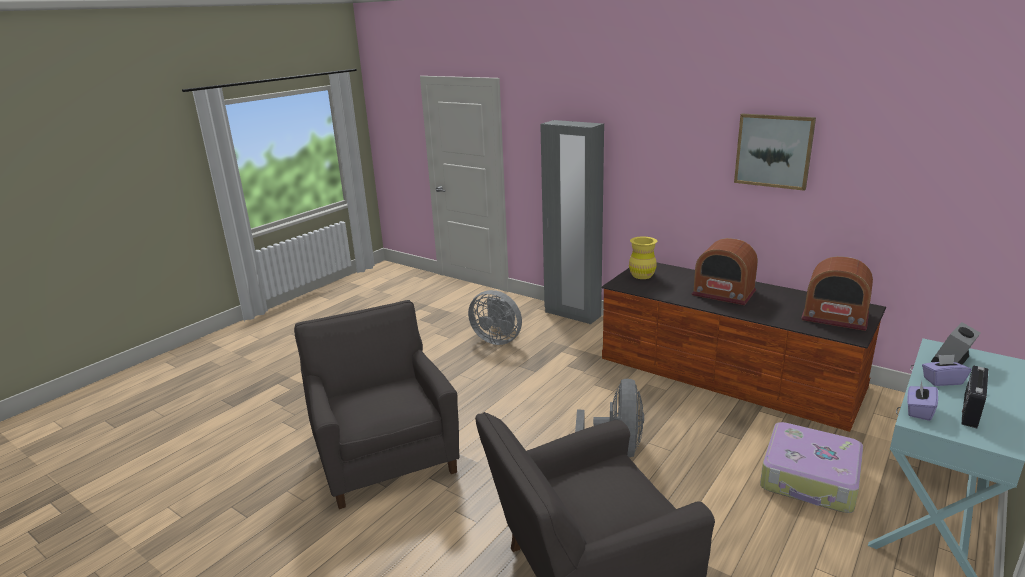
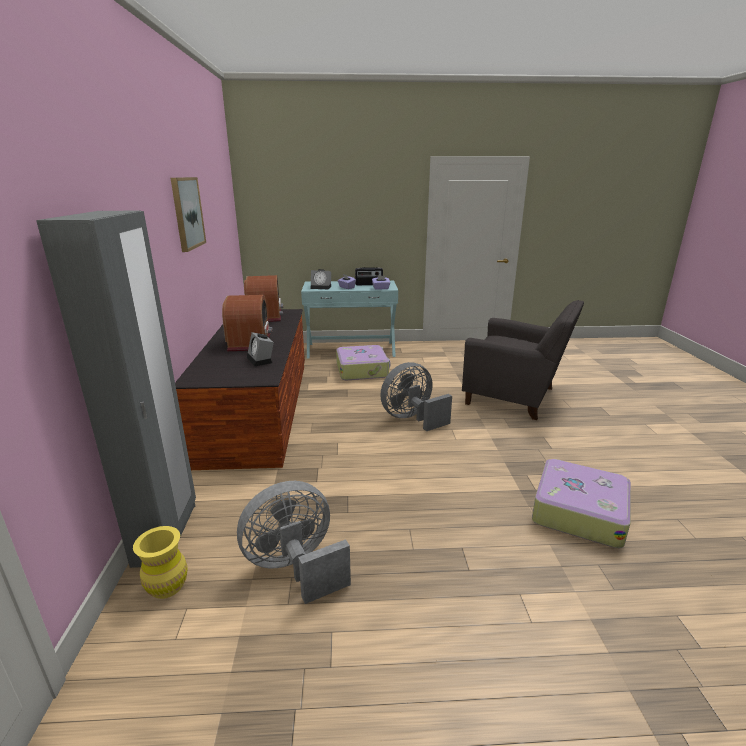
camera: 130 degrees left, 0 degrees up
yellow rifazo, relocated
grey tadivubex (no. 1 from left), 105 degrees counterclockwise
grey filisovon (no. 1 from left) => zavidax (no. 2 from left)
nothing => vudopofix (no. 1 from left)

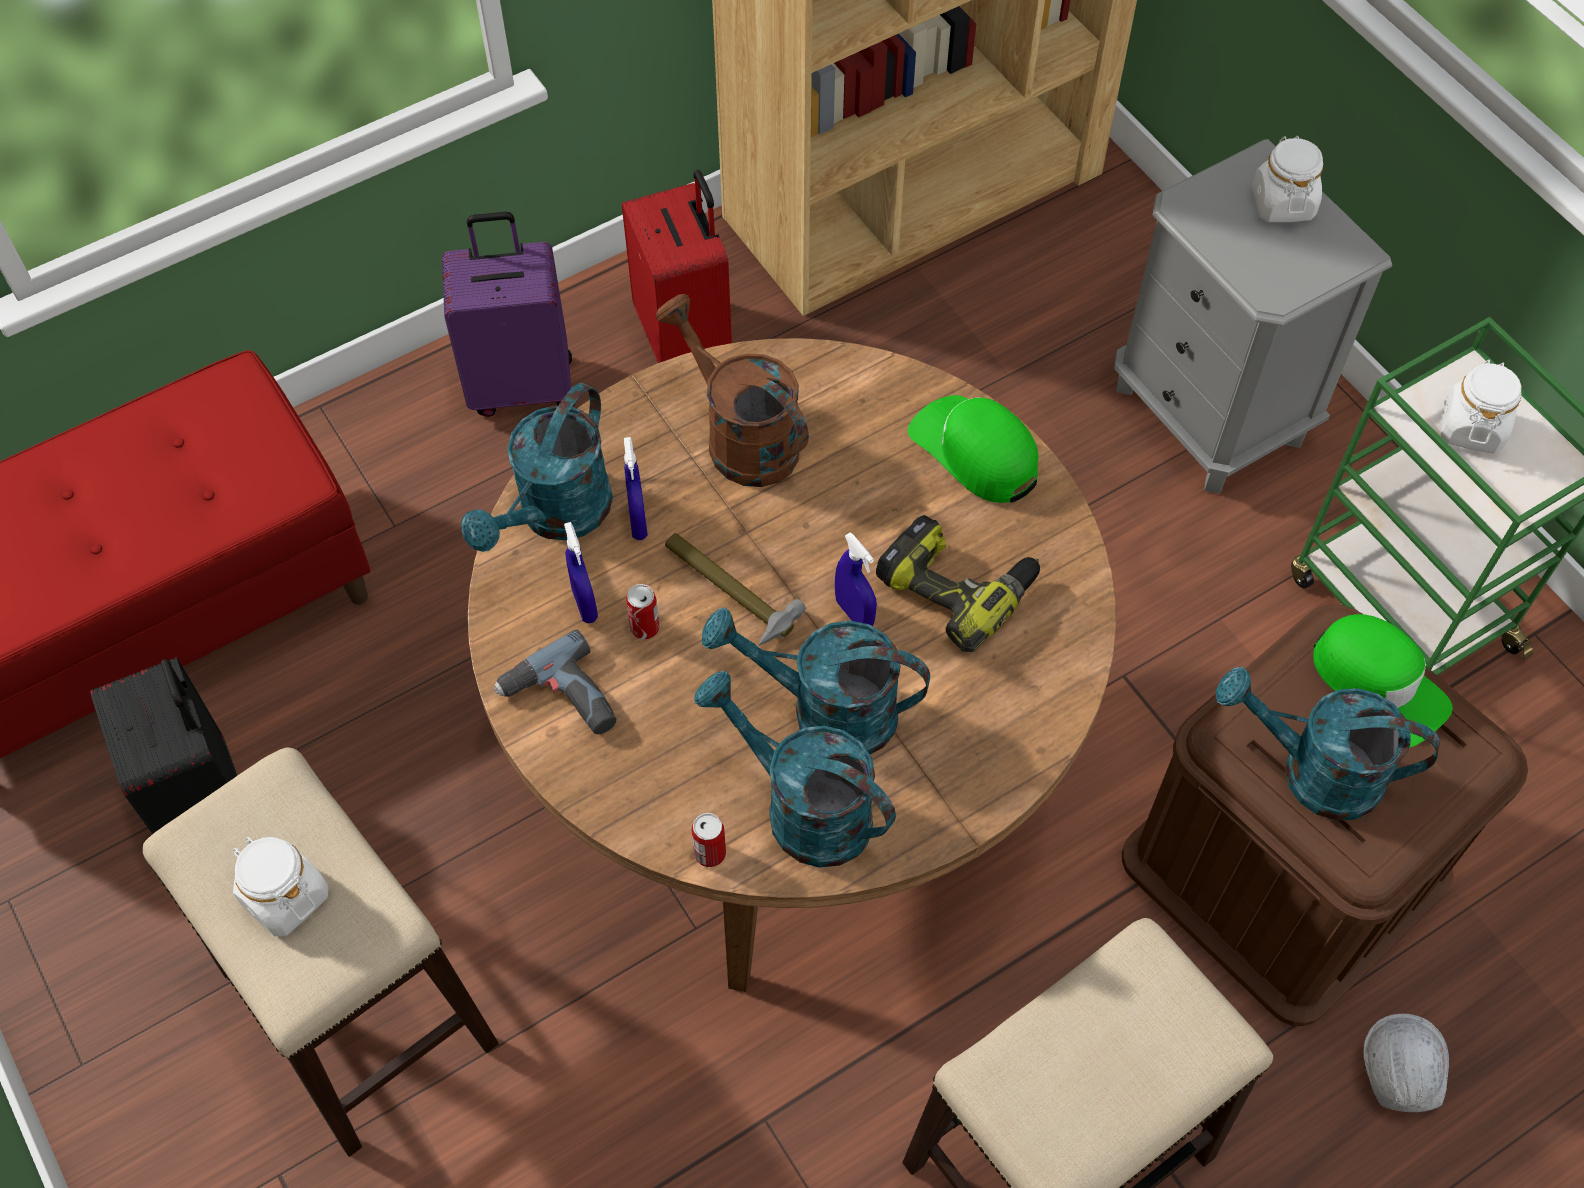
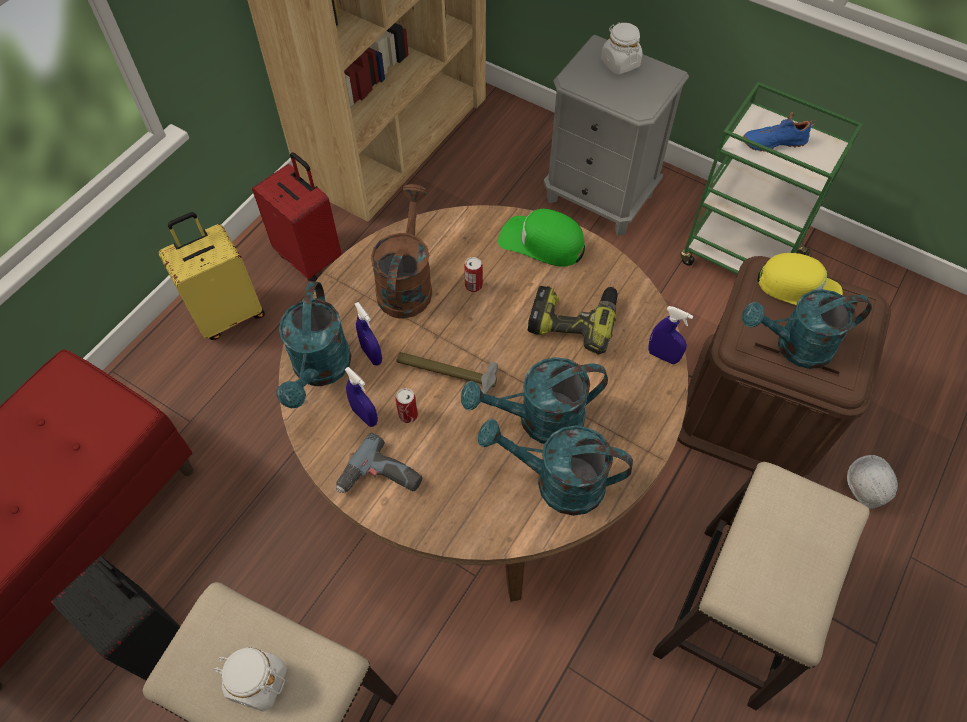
camera: 25 degrees left, 0 degrees up
purple zavidax => yellow zavidax
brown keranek, 75 degrees clockwise
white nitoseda (no. 3 from left) => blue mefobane
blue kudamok (no. 3 from left), relocated
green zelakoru (no. 2 from left) => yellow zelakoru
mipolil (no. 2 from left), relocated

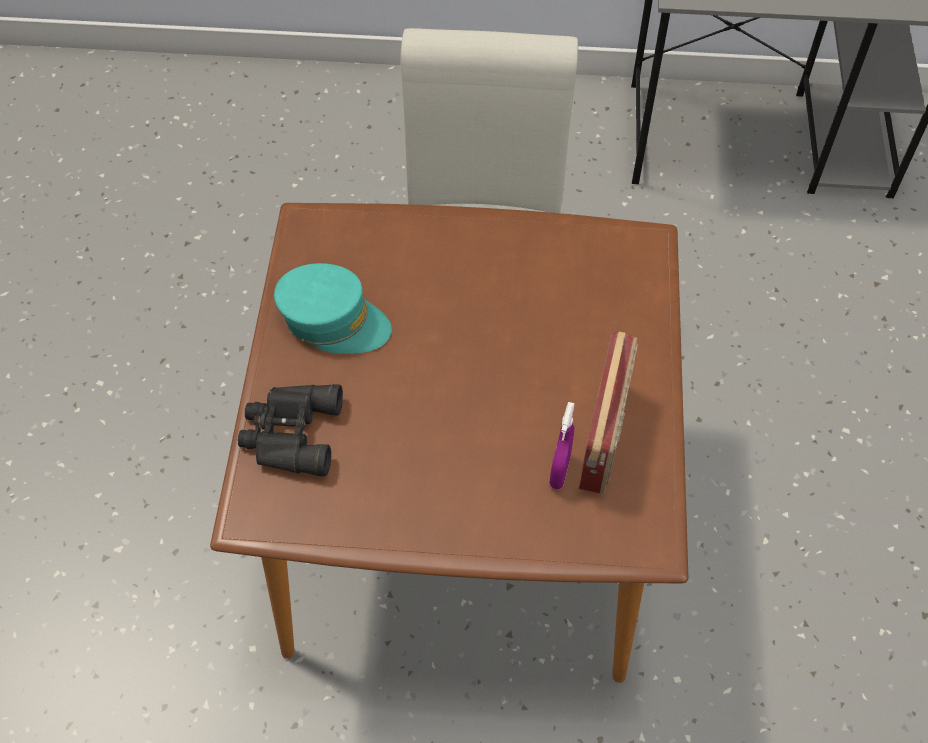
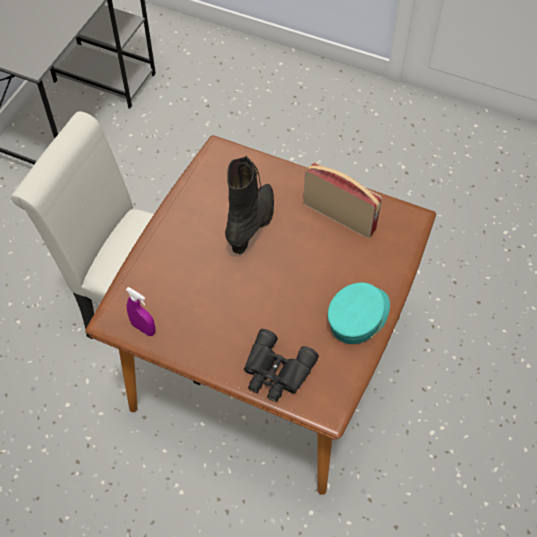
camera: 70 degrees left, 0 degrees up
turquoise zelakoru, relocated
purple kudamok, relocated
nothing => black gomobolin

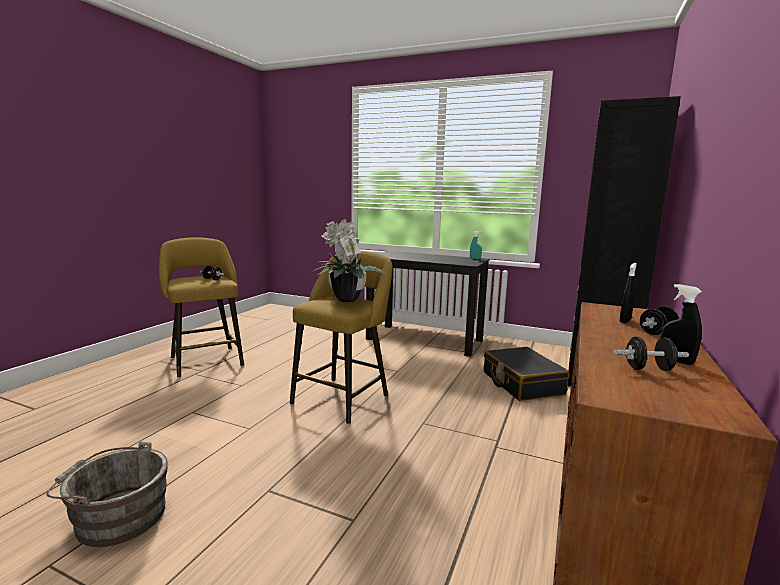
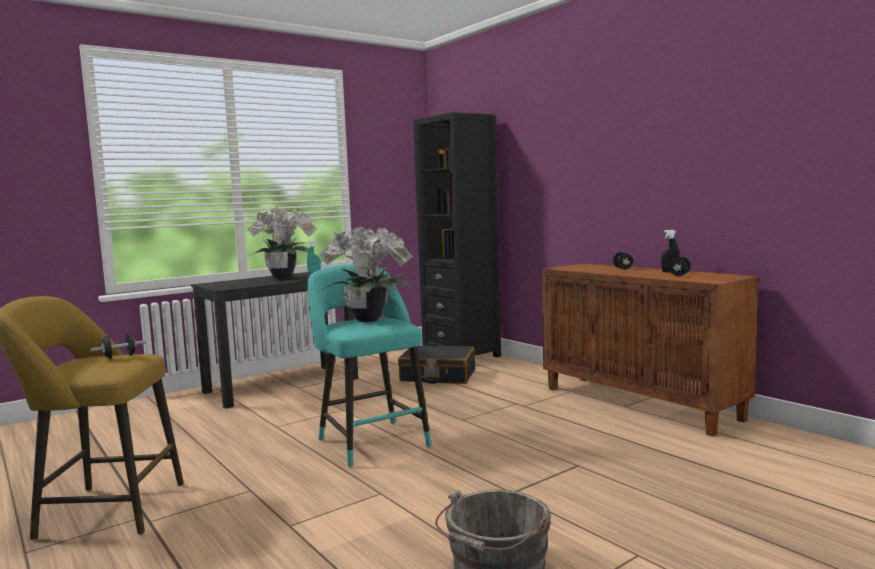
camera: 60 degrees left, 5 degrees down
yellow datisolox (no. 2 from left) => turquoise datisolox
black kudamok (no. 1 from left) => nothing
nothing => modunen (no. 1 from left)

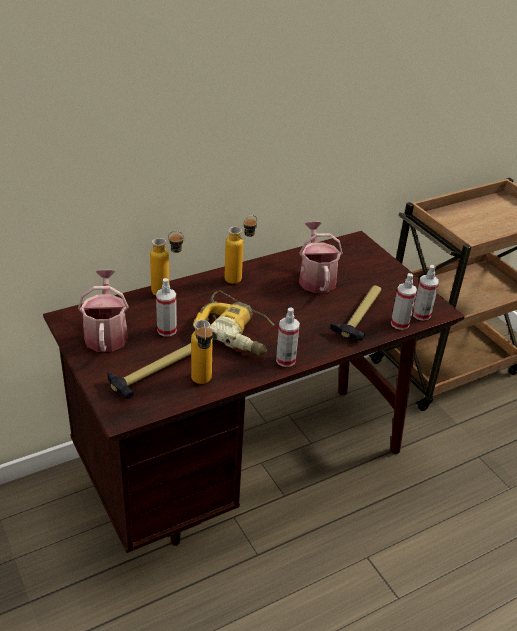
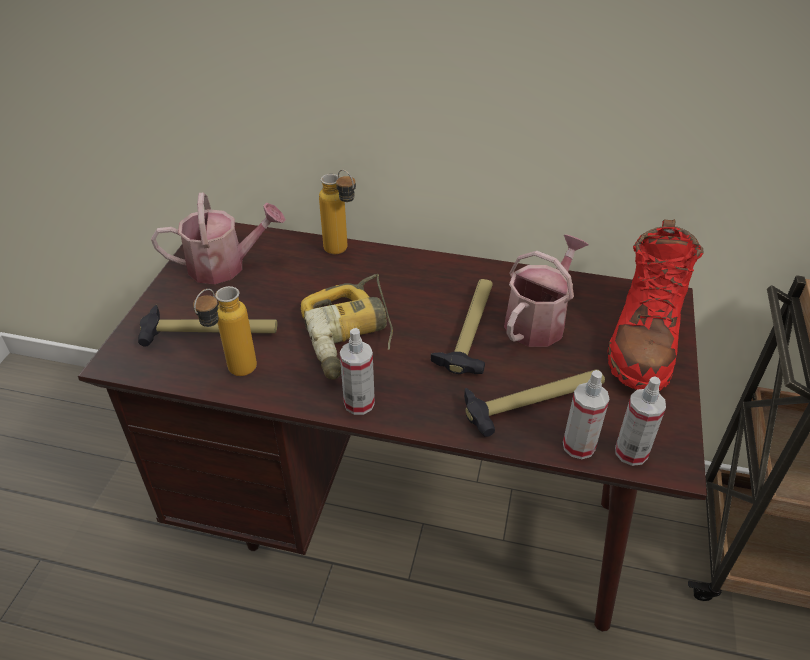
camera: 45 degrees right, 5 degrees up
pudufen (no. 3 from left) => nothing
keranek (no. 1 from left), 45 degrees clockwise
kudamok (no. 1 from left) => nothing
nothing => red gomobolin
nothing => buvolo (no. 2 from left)

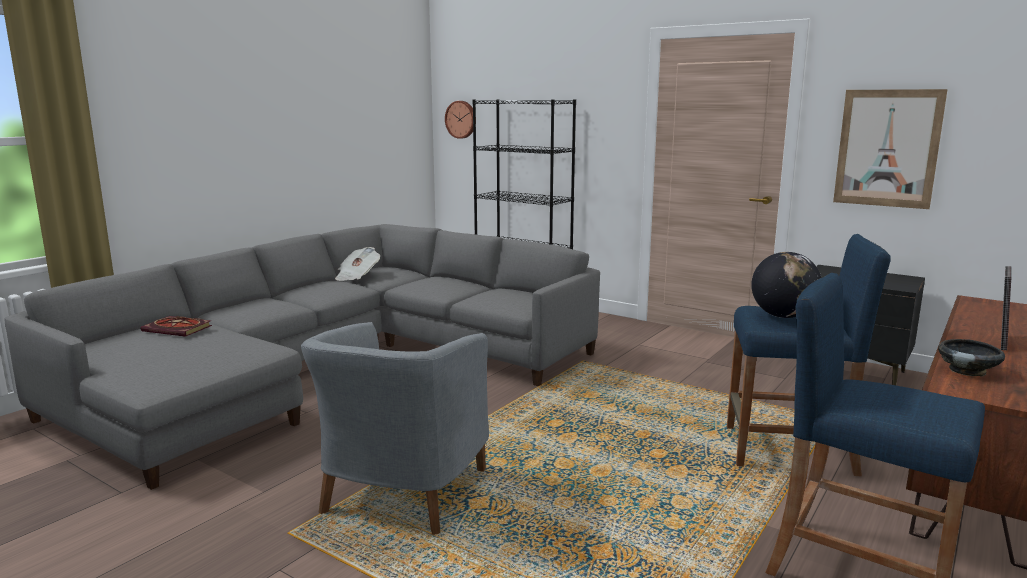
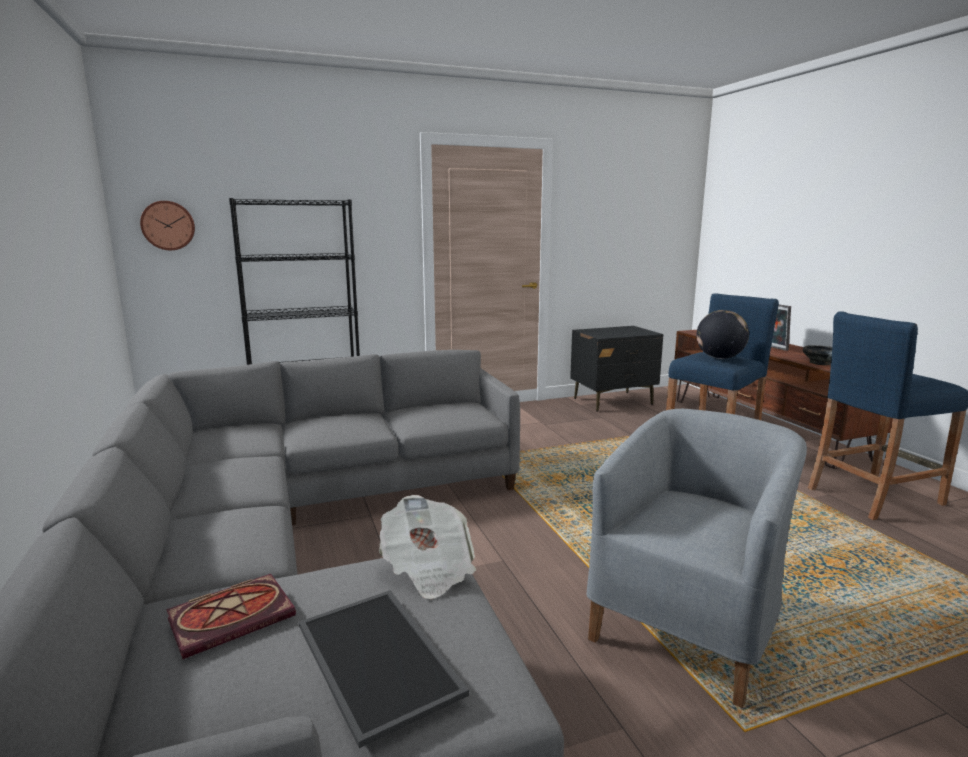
camera: 55 degrees left, 0 degrees up
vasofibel => nothing
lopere, relocated
grey filisovon, 105 degrees counterclockwise
nothing => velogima

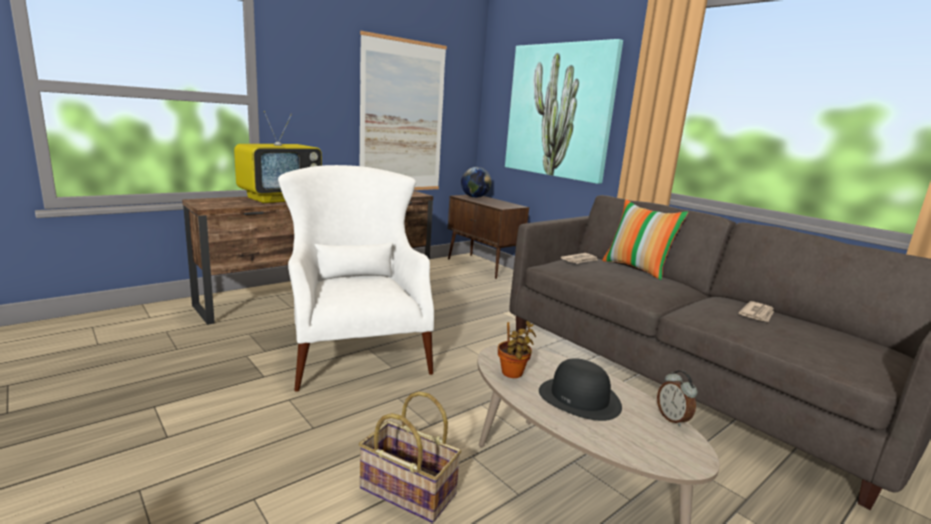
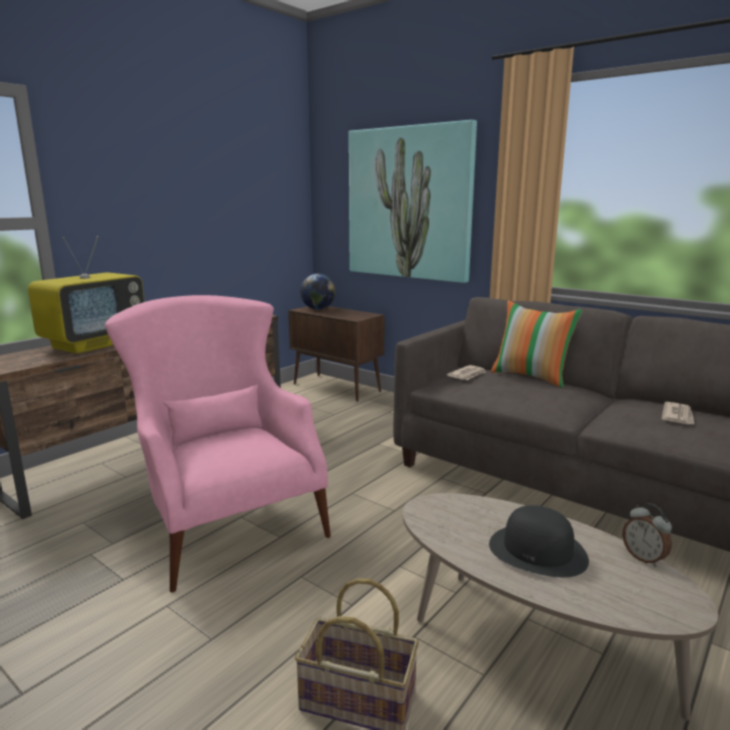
camera: 10 degrees left, 0 degrees up
vasofibel (no. 1 from left) => nothing
white filisovon => pink filisovon
modunen => nothing

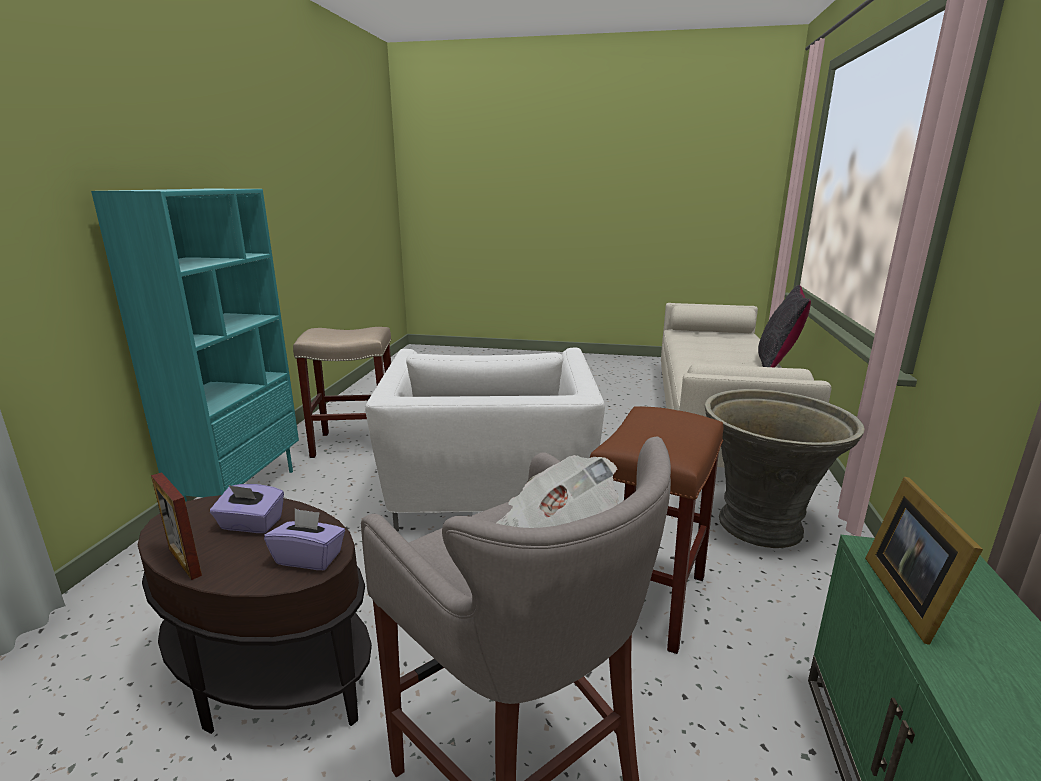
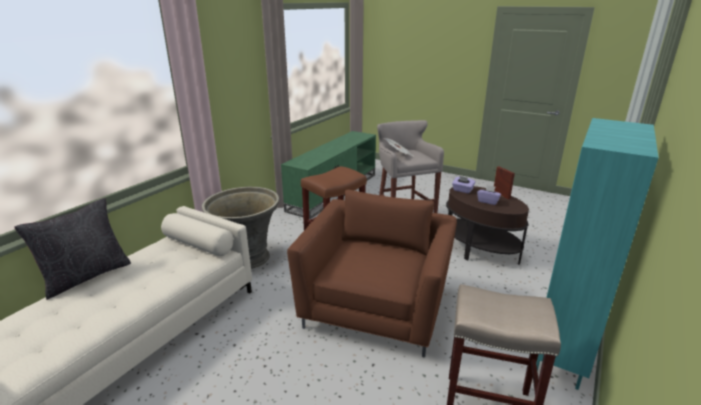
camera: 160 degrees left, 5 degrees up
white filisovon => brown filisovon
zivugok (no. 2 from left) => nothing

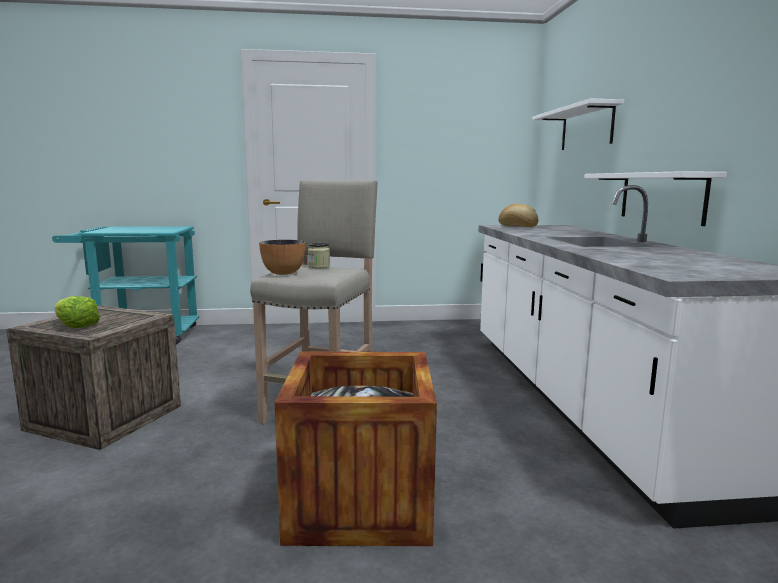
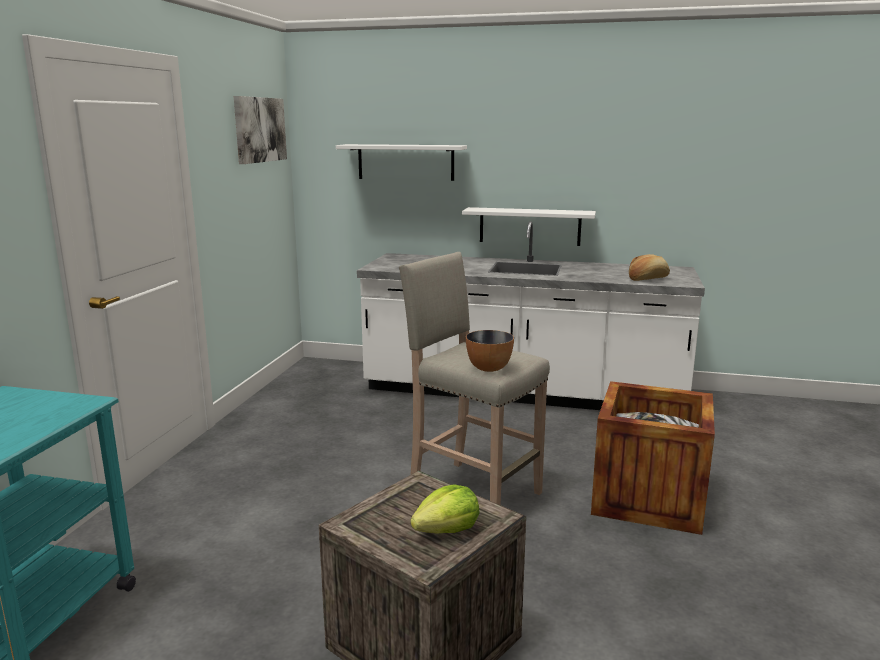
camera: 70 degrees left, 5 degrees up
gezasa, relocated
nitoseda => nothing
nothing => vasofibel

